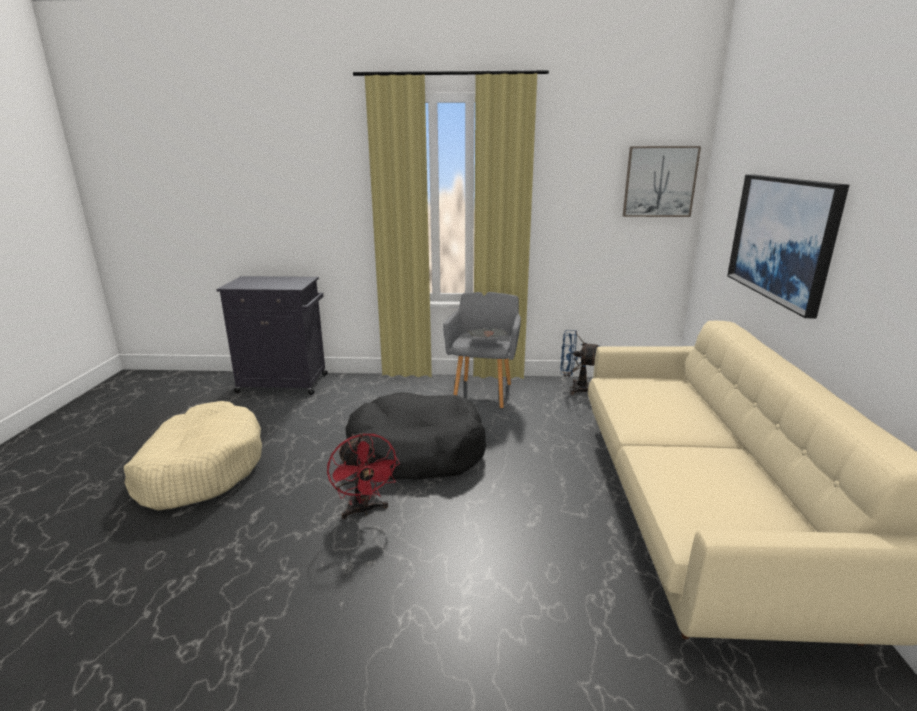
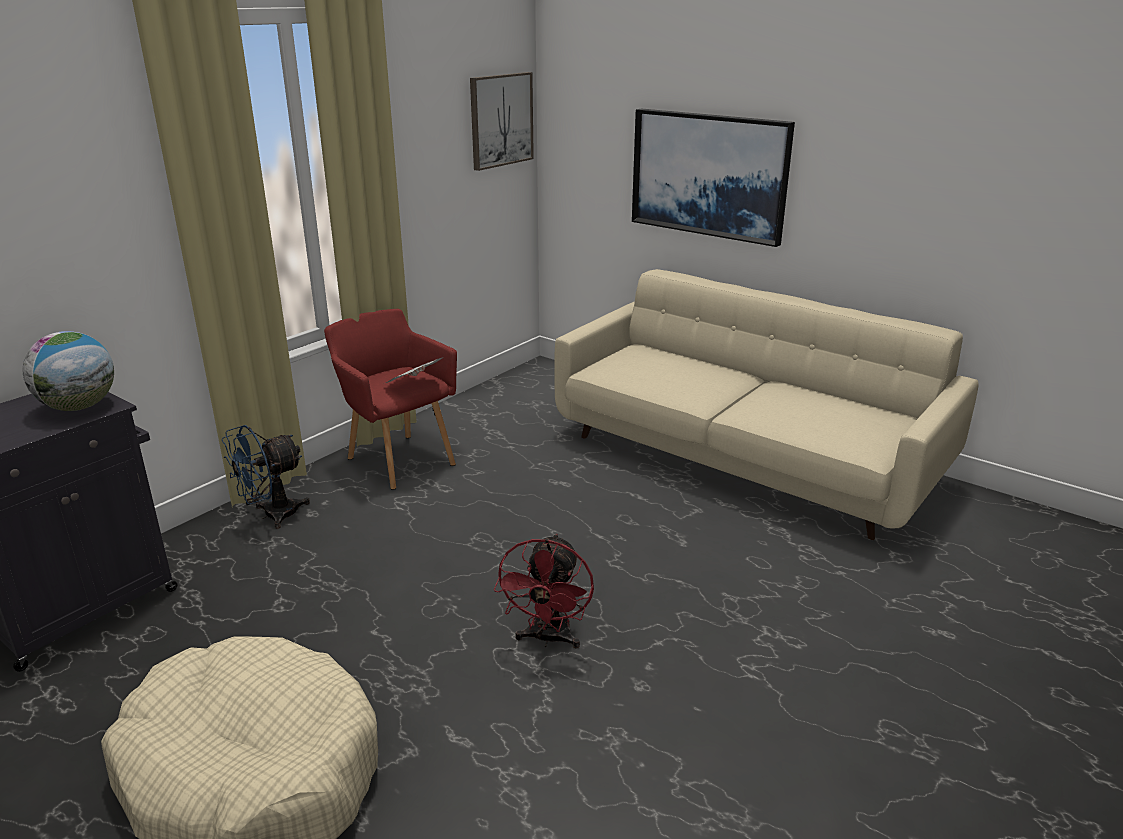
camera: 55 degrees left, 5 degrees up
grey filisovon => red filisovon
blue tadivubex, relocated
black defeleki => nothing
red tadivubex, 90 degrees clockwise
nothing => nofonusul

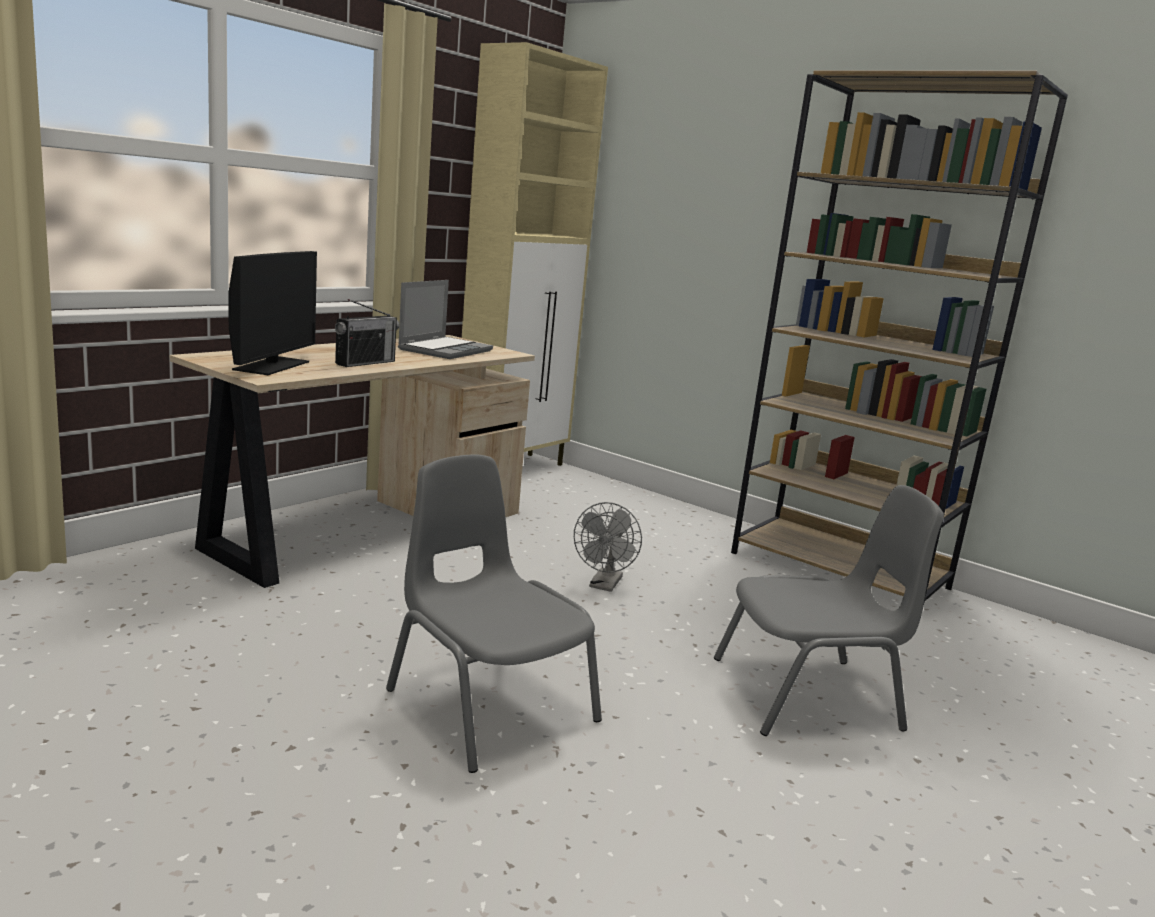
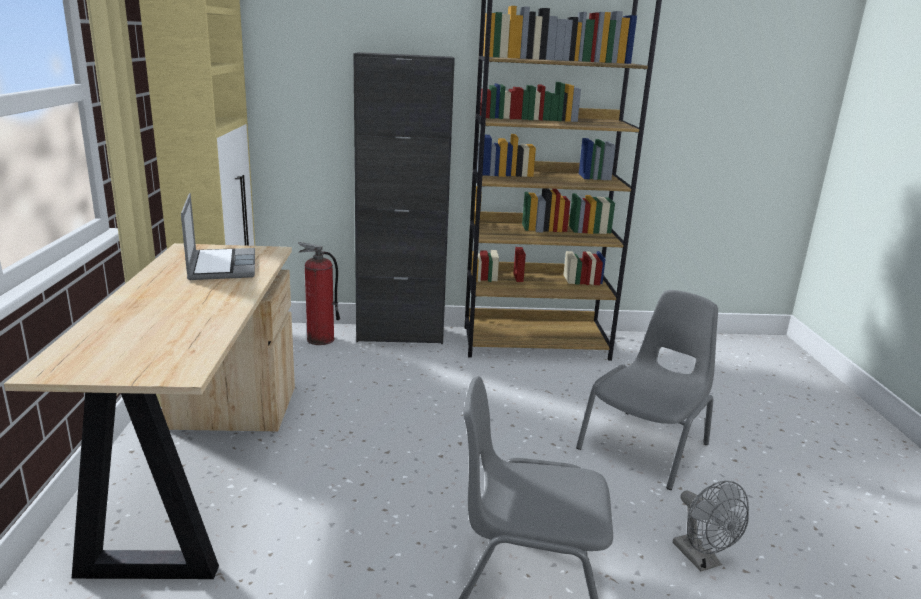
camera: 40 degrees left, 5 degrees up
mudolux => nothing
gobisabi => nothing
grey tadivubex, relocated
nothing => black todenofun
nothing => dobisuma

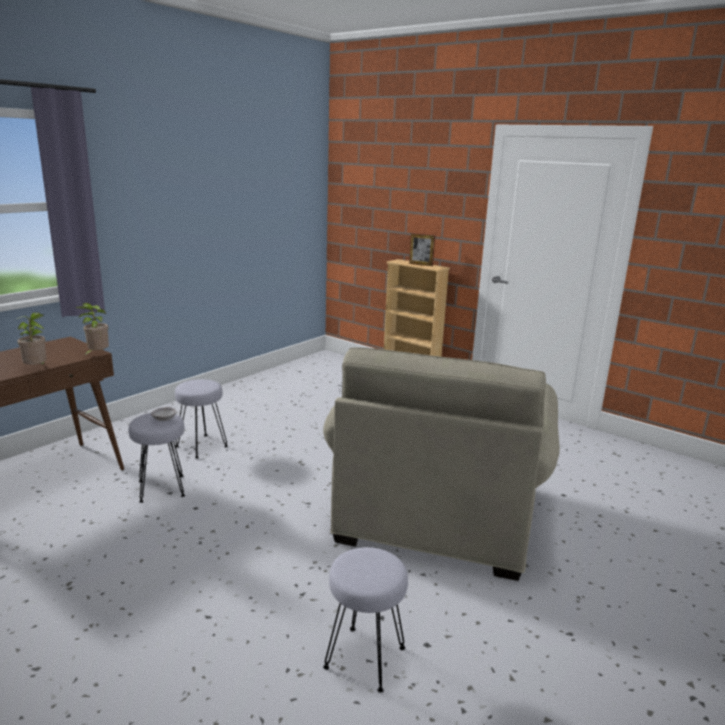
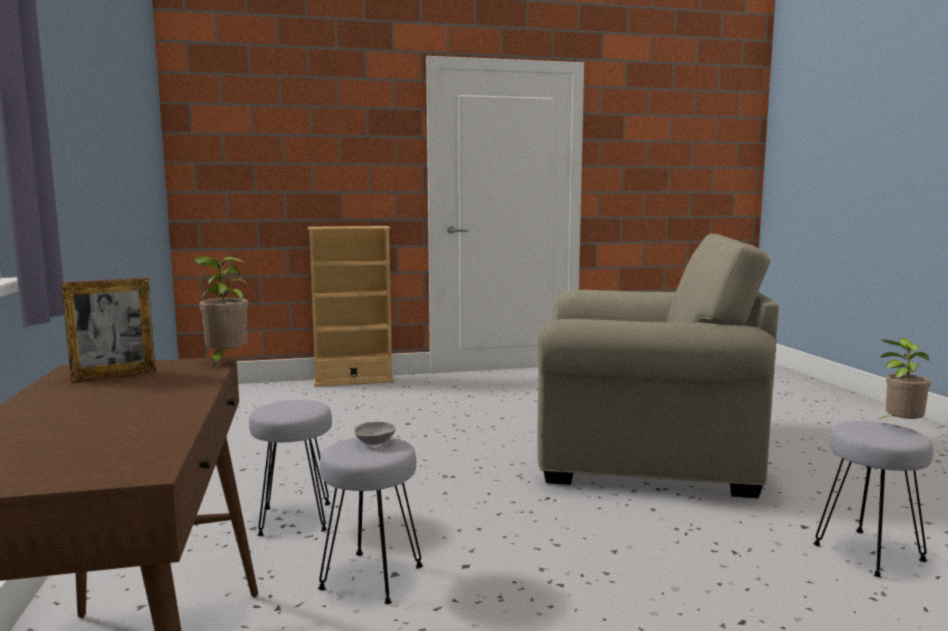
camera: 50 degrees left, 10 degrees down
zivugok, relocated
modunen (no. 1 from left in the first image) => modunen (no. 2 from left), relocated
beige filisovon, 45 degrees counterclockwise

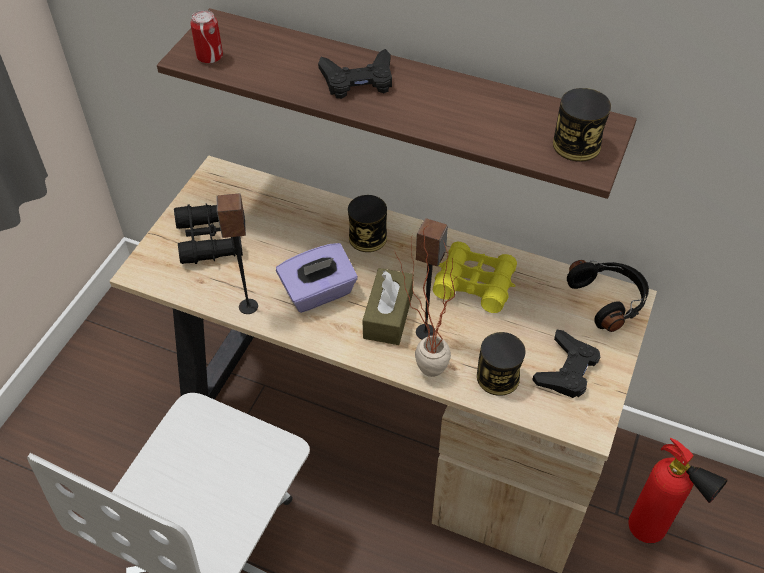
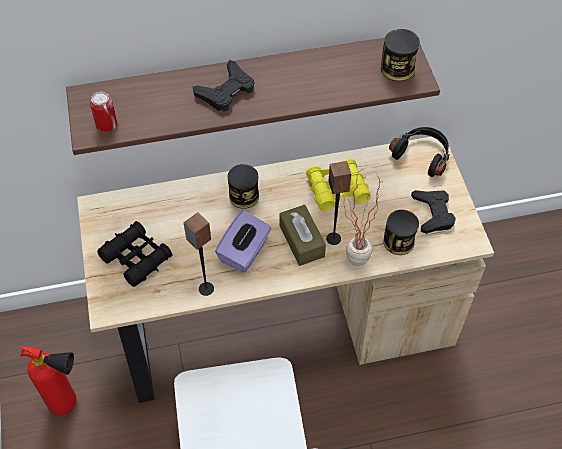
camera: 35 degrees left, 5 degrees up
dobisuma, relocated

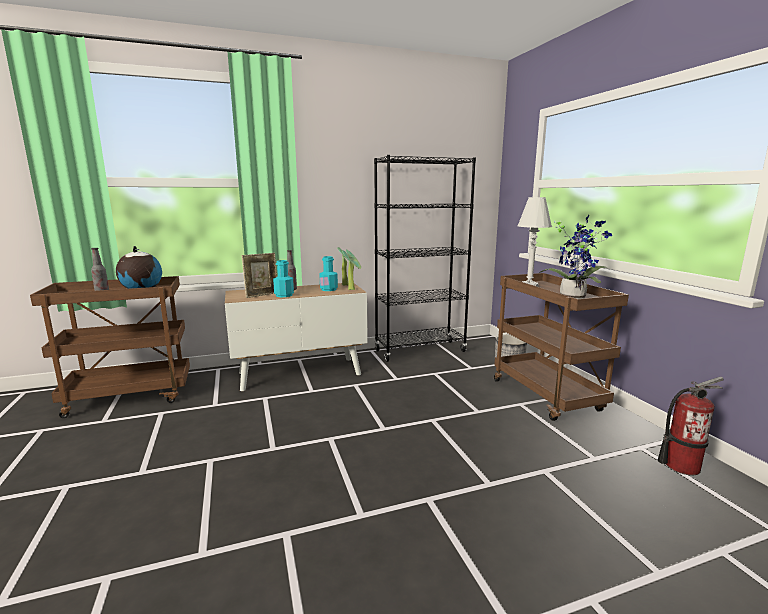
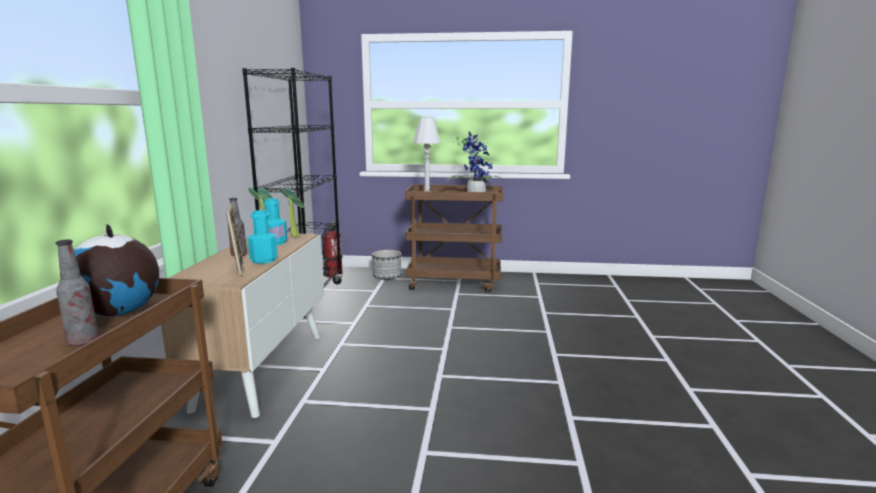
camera: 65 degrees left, 0 degrees up
dobisuma, relocated

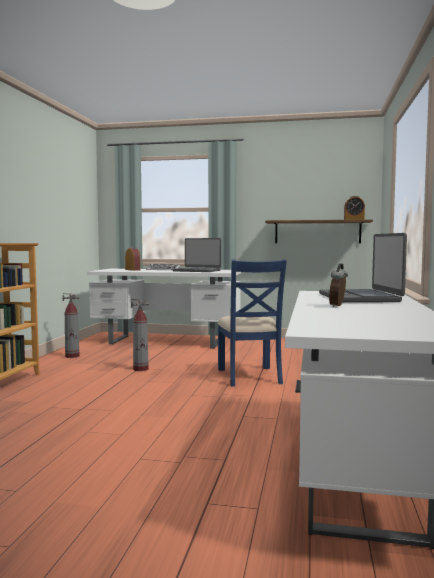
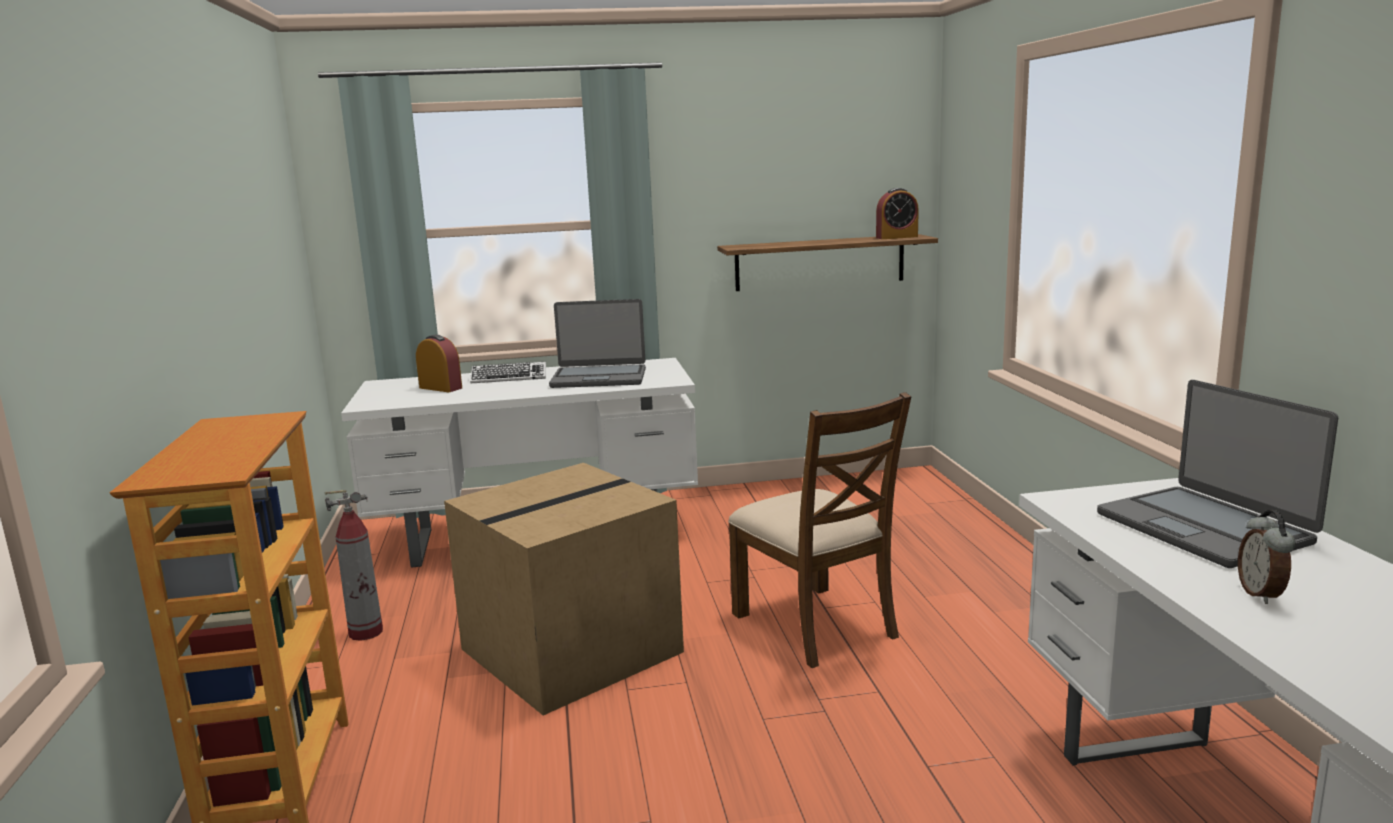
camera: 20 degrees left, 10 degrees up
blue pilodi => brown pilodi
dobisuma (no. 2 from left) => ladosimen

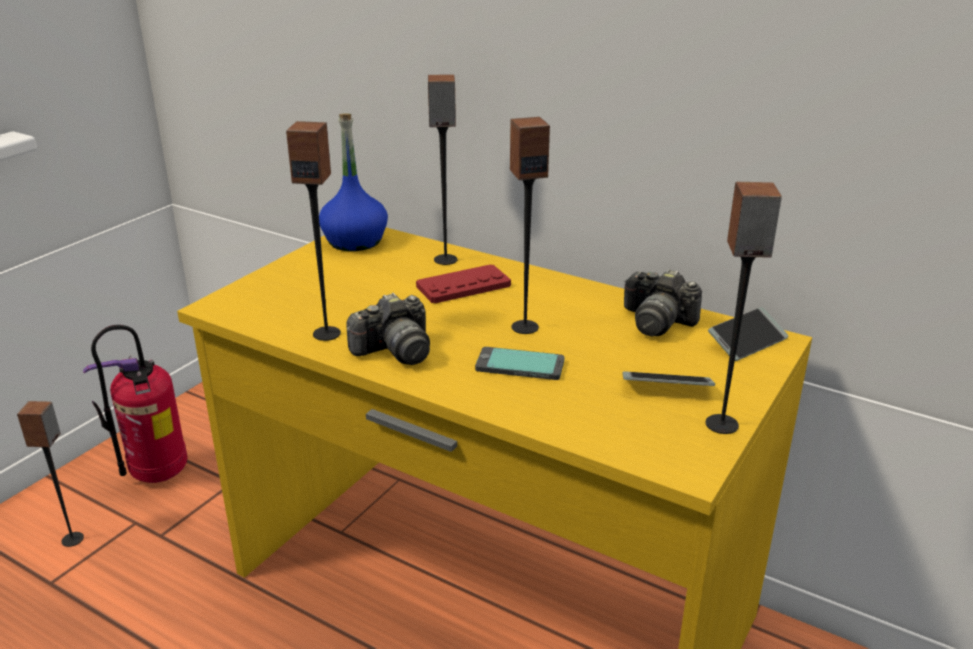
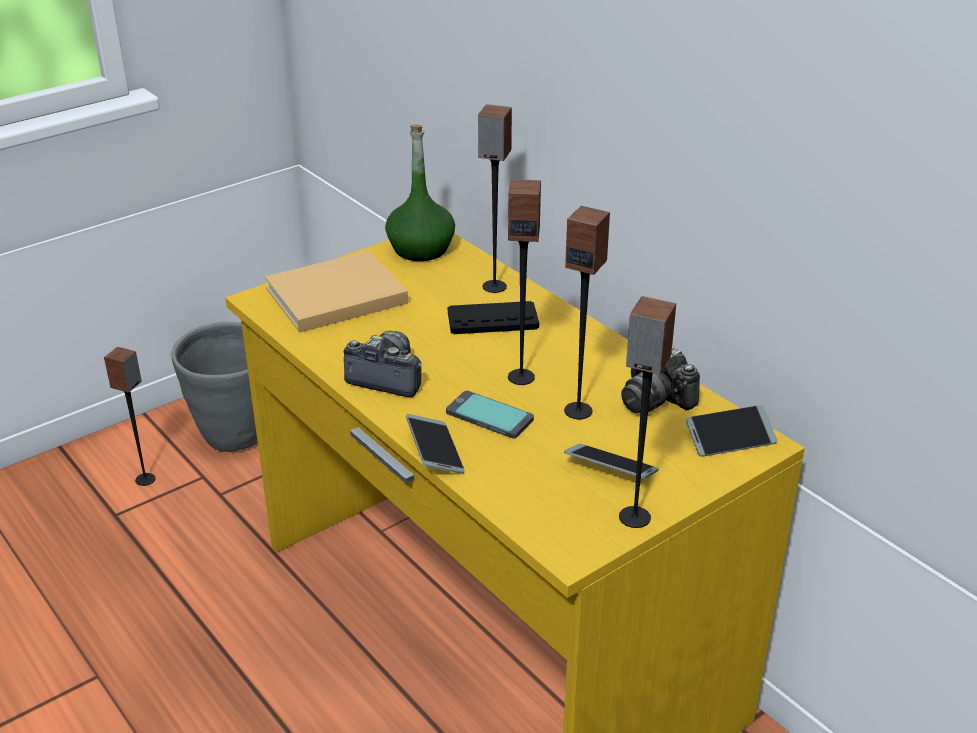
camera: 20 degrees right, 5 degrees up
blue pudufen => green pudufen
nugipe (no. 2 from left in the first image) => nugipe (no. 4 from left), relocated
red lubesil => black lubesil
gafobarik (no. 1 from left), 150 degrees counterclockwise
dobisuma => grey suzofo
nothing => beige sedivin
nothing => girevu (no. 1 from left)

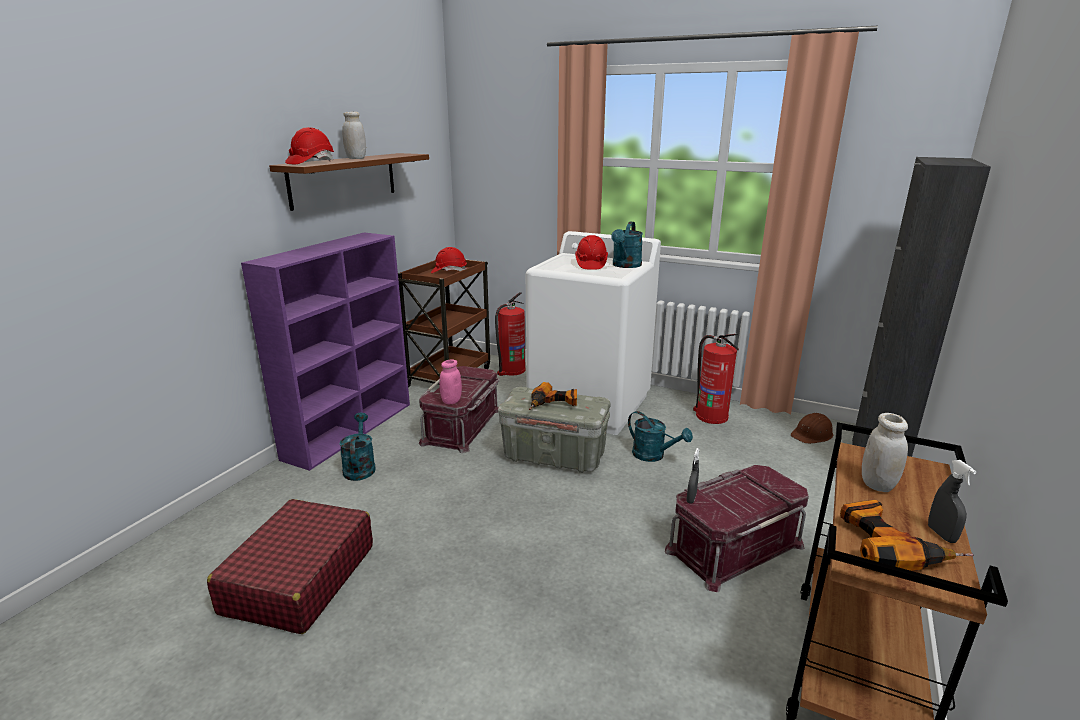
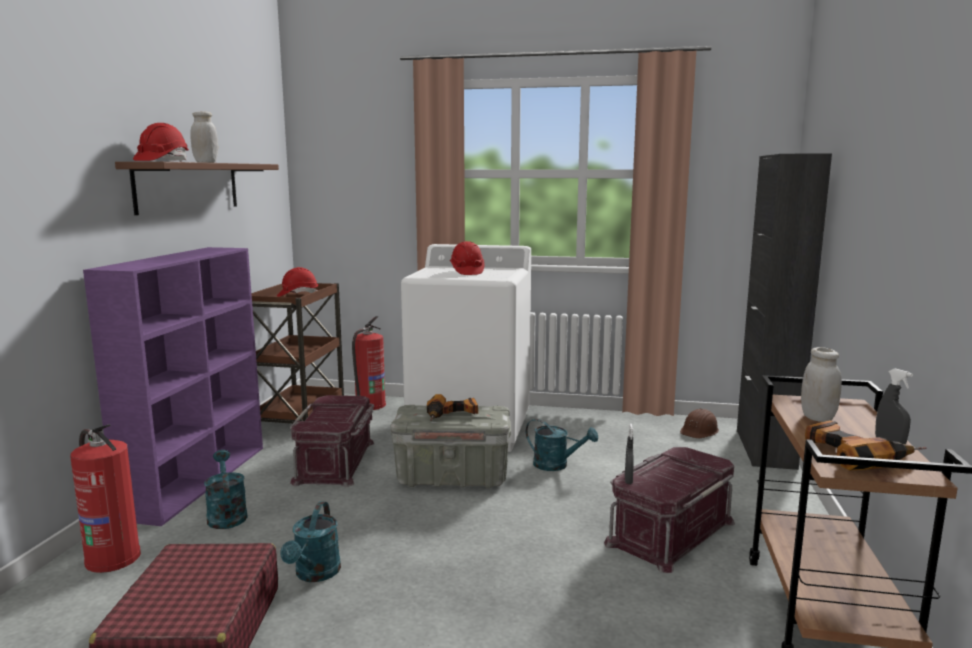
camera: 15 degrees left, 10 degrees down
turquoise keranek (no. 2 from left), relocated
dobisuma (no. 2 from left in the first image) => dobisuma (no. 1 from left), relocated
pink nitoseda => nothing

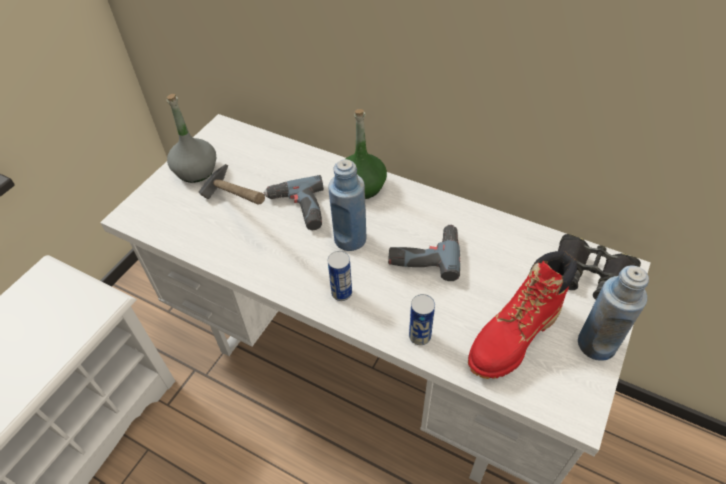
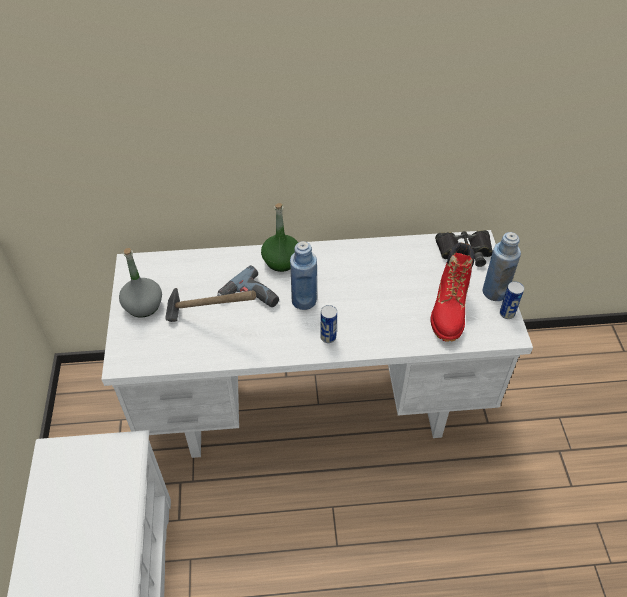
camera: 35 degrees left, 0 degrees up
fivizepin (no. 2 from left) => nothing
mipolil (no. 2 from left), relocated

